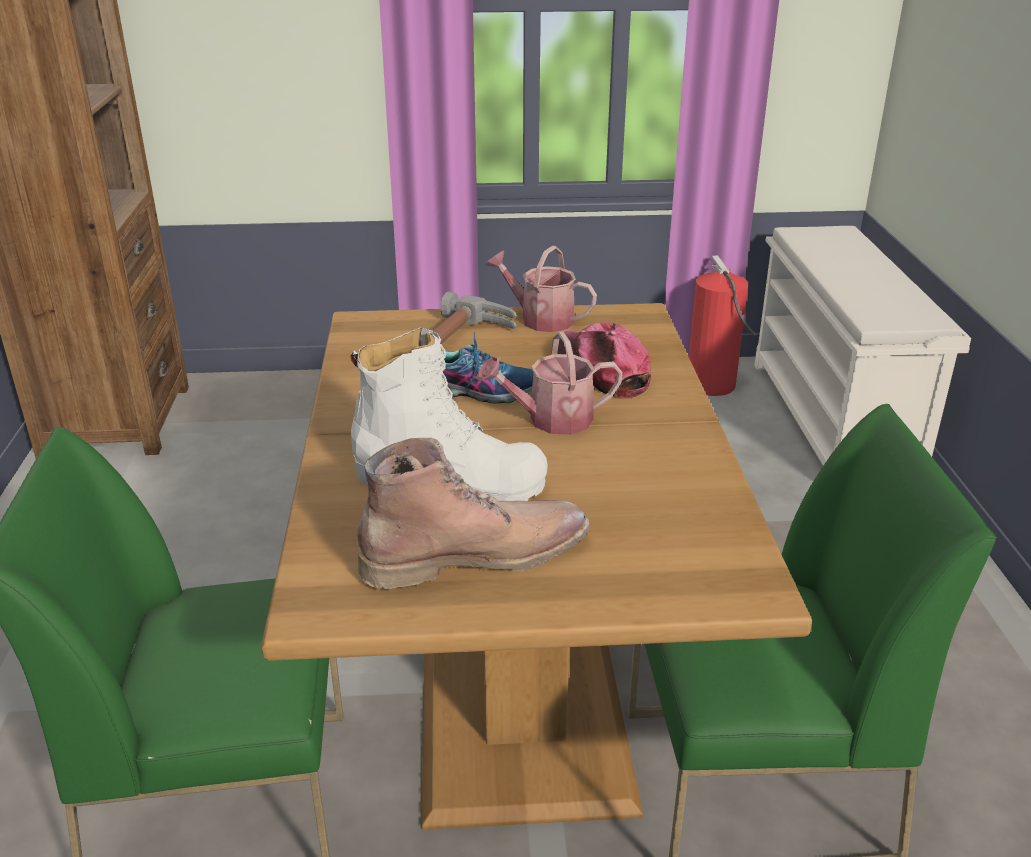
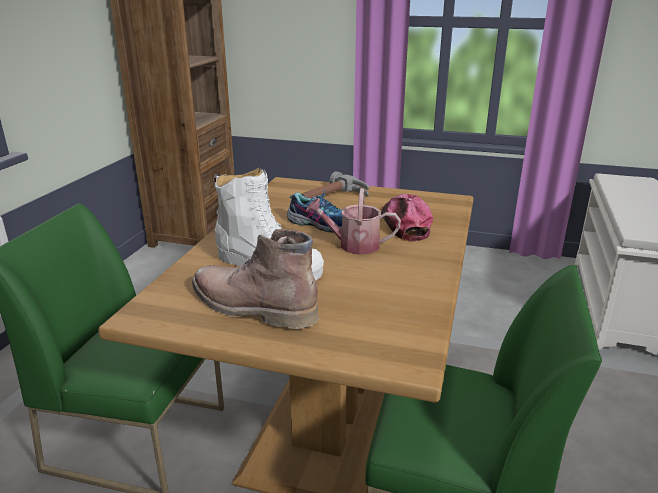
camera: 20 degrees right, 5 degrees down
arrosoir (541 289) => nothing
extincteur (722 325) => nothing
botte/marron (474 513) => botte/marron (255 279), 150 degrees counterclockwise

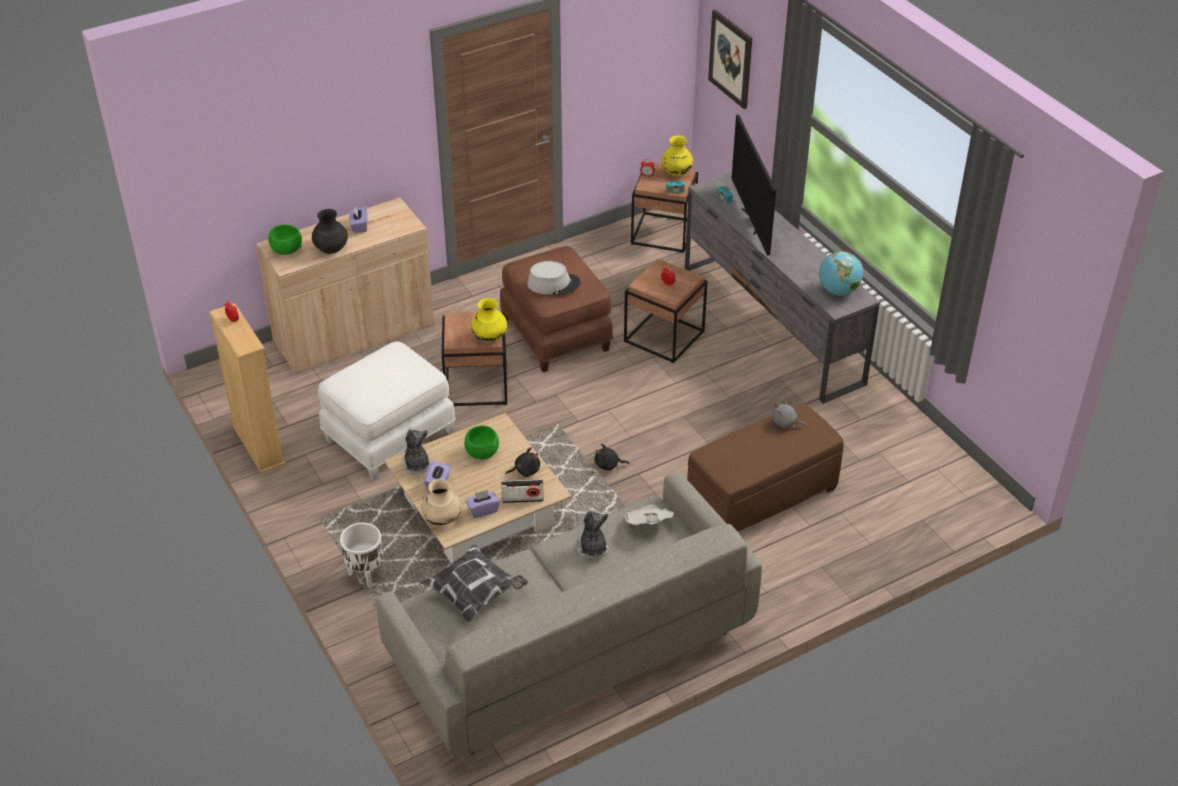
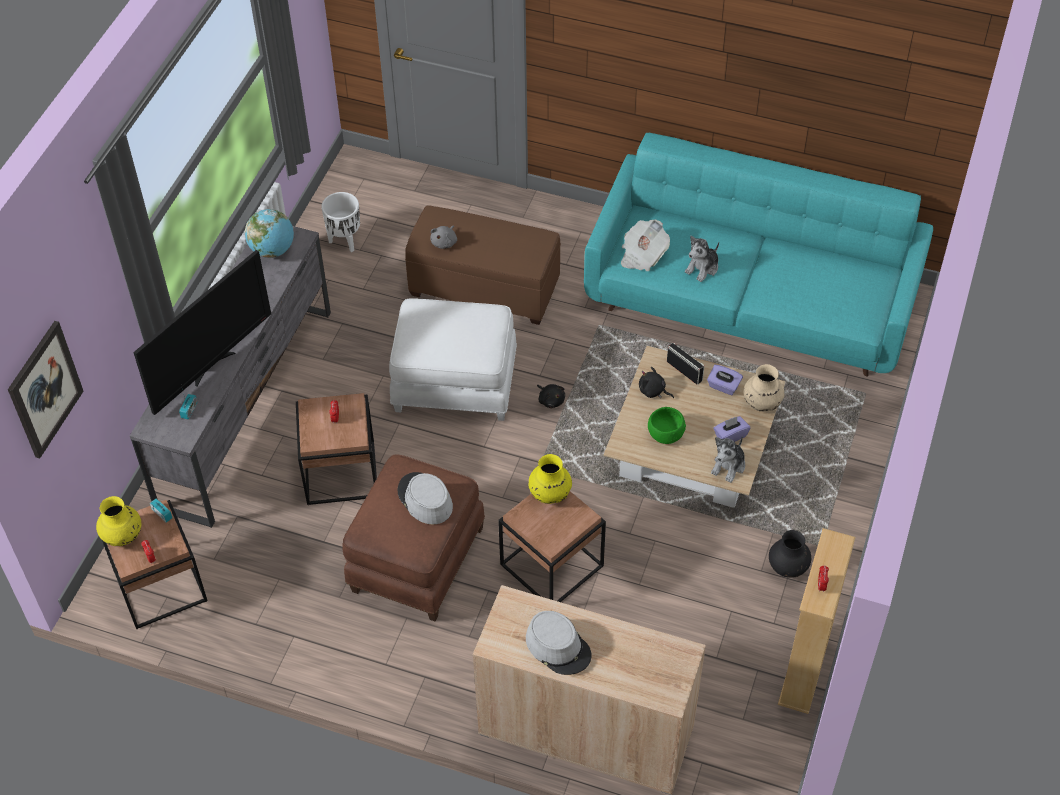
camera: 130 degrees left, 10 degrees up
bol/vert (285 239) => nothing
coussin (474 583) => nothing
vase/noir (330 231) => vase/noir (790 554), move
pouf/blanc (387 411) => pouf/blanc (453 359), move
cache-pot/blanc (361 555) => cache-pot/blanc (340 222), move
boîte à mouchoirs/violet (358 219) => chapeau/gris (559 643)
canapé/gris (569 614) => canapé/turquoise (758 255)
peluche/gris (789 413) => peluche/gris (443 237), 45 degrees clockwise

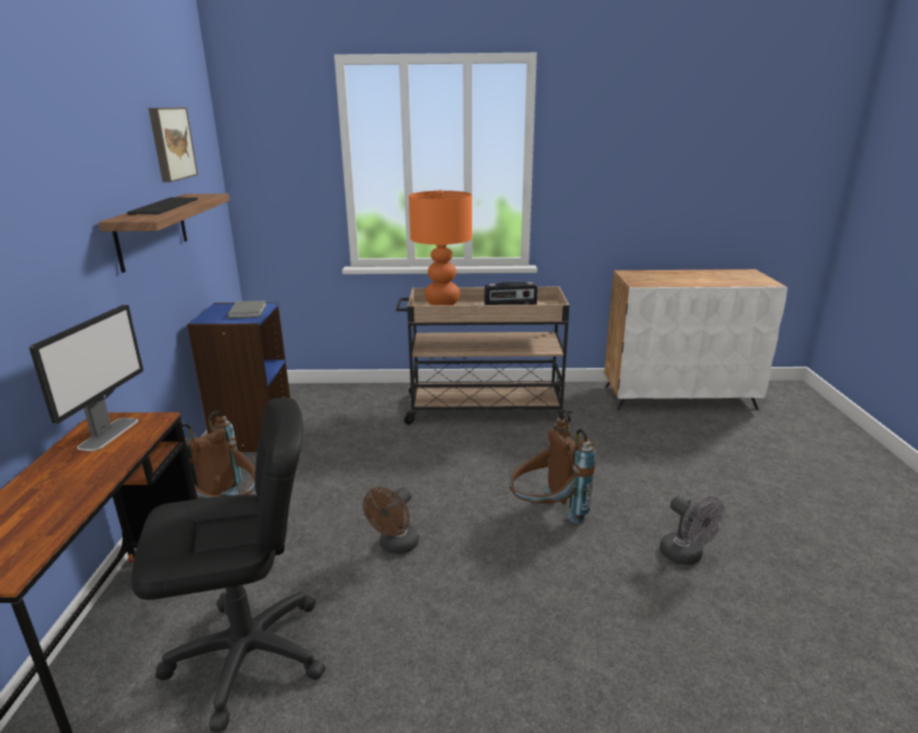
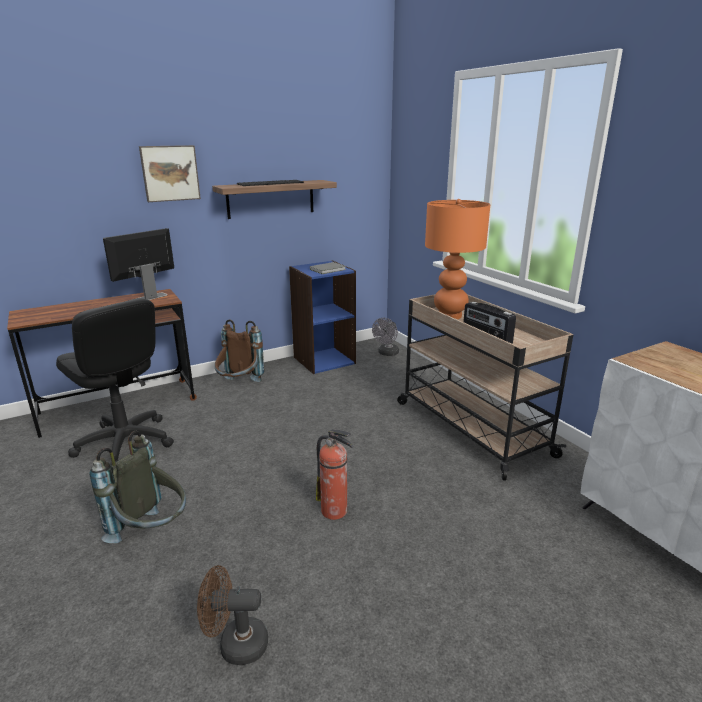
camera: 60 degrees right, 0 degrees up
nothing => sac à dos/gris (138 487)
tableau (173 144) => tableau (170 173), move
ventilateur/marron (391 520) => ventilateur/marron (232 615), move
ventilateur/gris (693 530) => ventilateur/gris (385 337), move
sac à dos/marron (552 469) => extincteur (335 474)
écran d'ordinateur (86 378) => écran d'ordinateur (138 264), 150 degrees clockwise

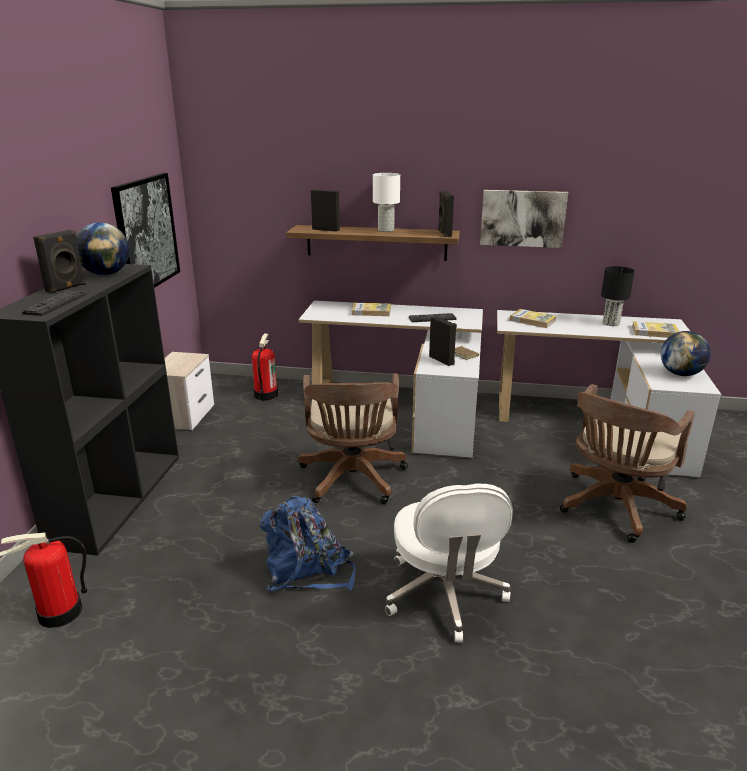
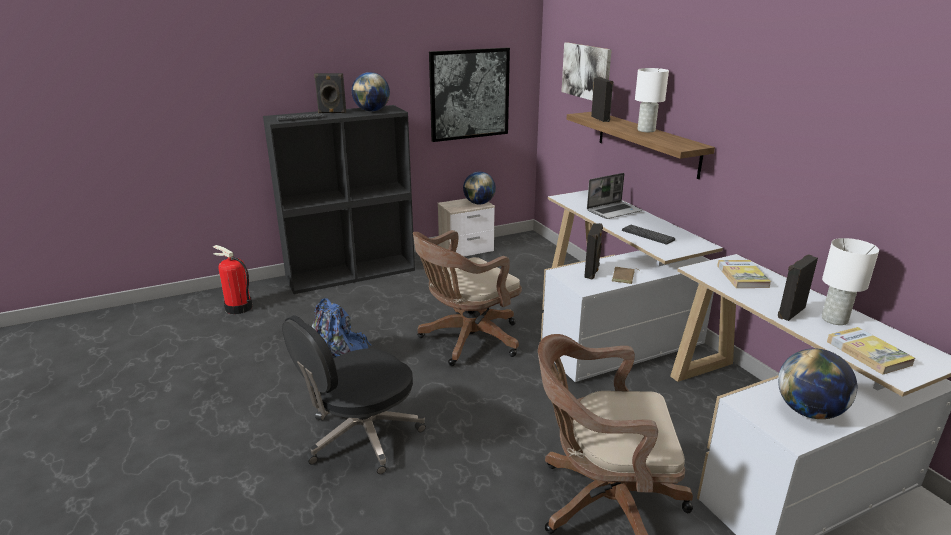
camera: 55 degrees right, 0 degrees up
extincteur (265 367) => nothing
nothing => globe (479 188)
enceinte/noir (446 214) => enceinte/noir (798 287), move
tableau (524 219) => tableau (586 71), move
livre (371 309) => ordinateur portable (615 196)
chaise de bureau/blanc (449 563) => chaise de bureau/noir (354 394)
lampe de table/noir (618 296) => lampe de table/blanc (850 281)

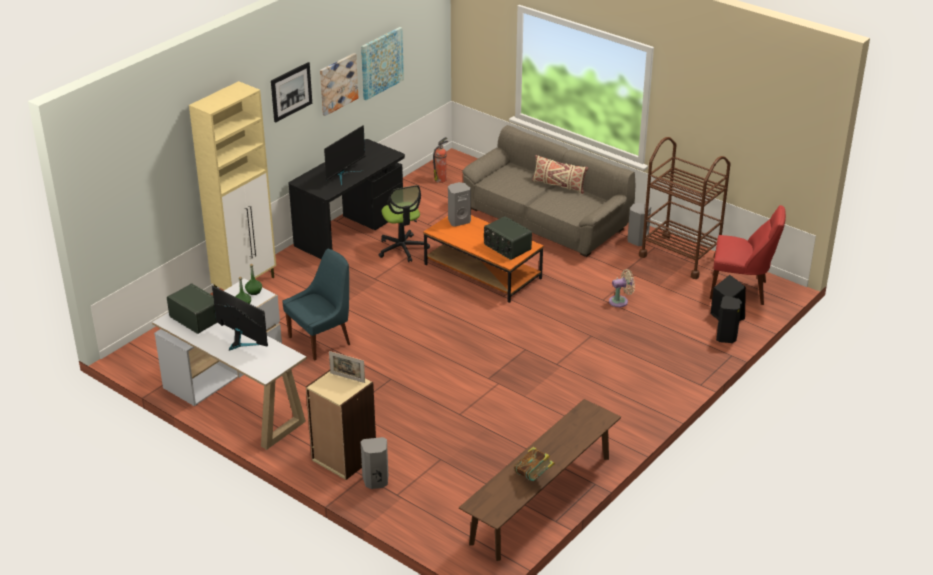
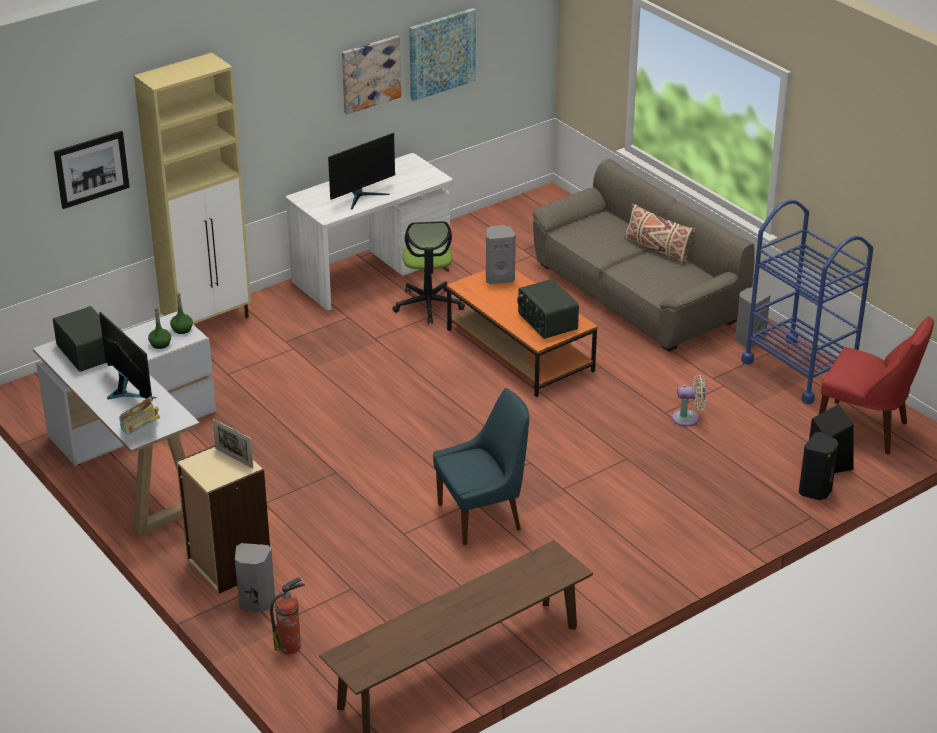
camera: 15 degrees right, 0 degrees up
tableau (291 92) => tableau (92 170), move
chaise/bleu (316 305) => chaise/bleu (481 466), move
extincteur (441 160) => extincteur (287 615), move
livre (534 464) => livre (140 415), move
bureau/noir (347 199) => bureau/blanc (369 231)
chariot/marron (685 208) => chariot/bleu (807 302)

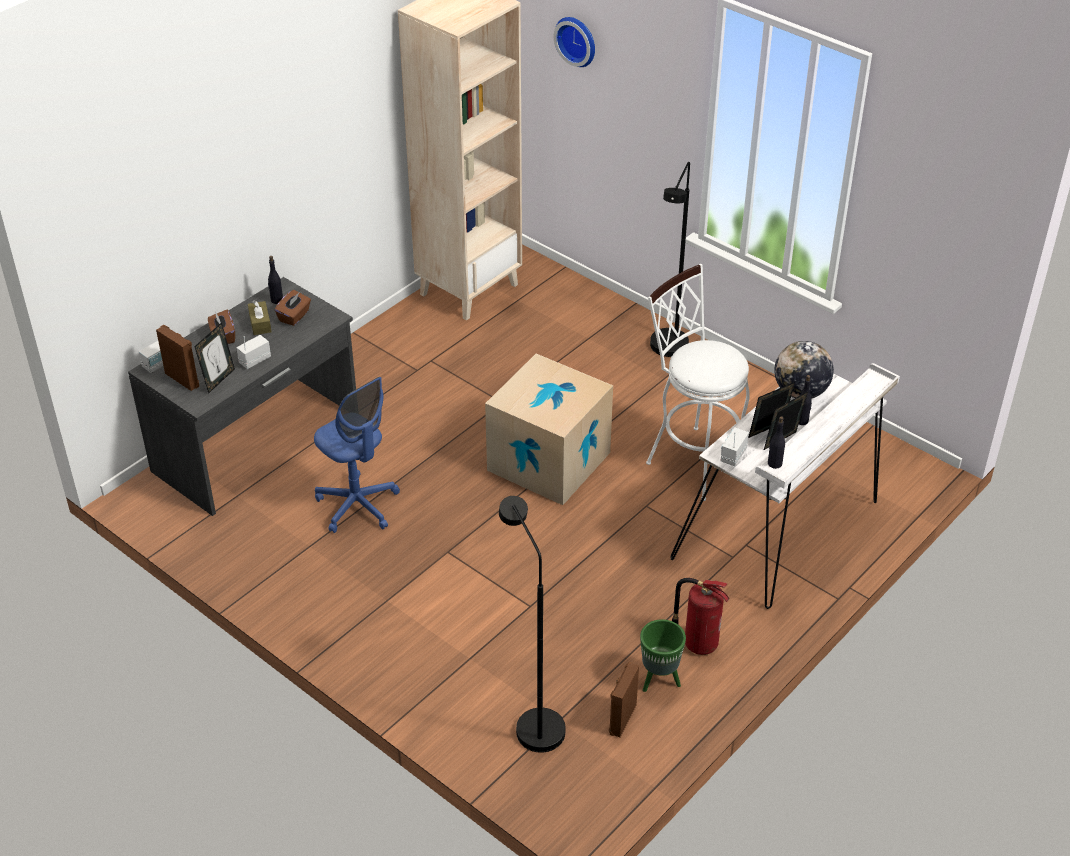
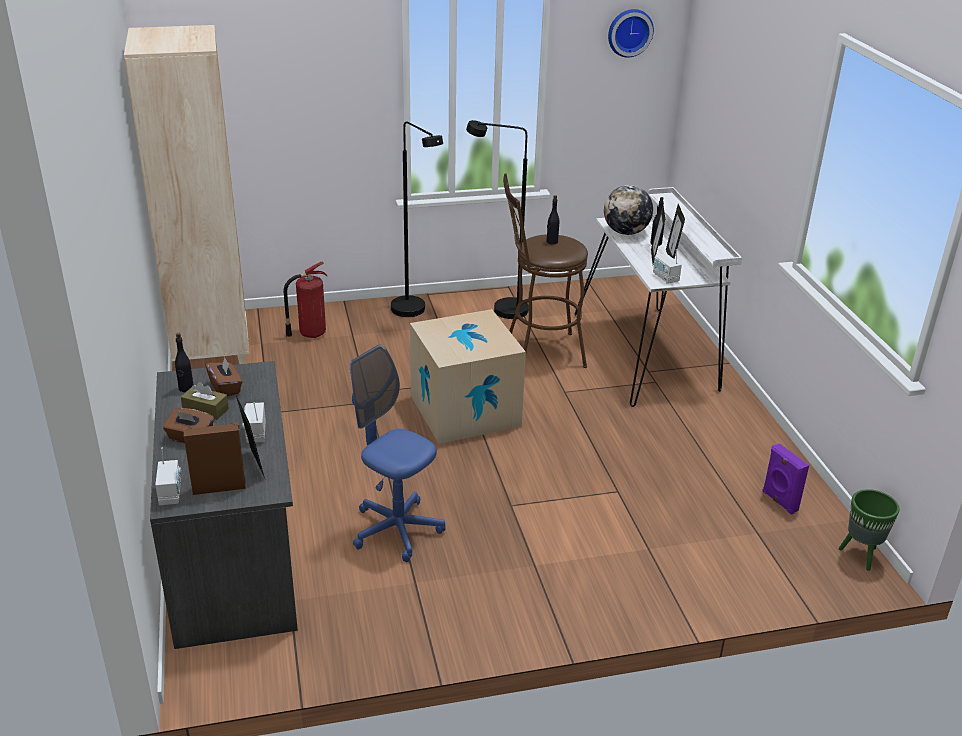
camera: 55 degrees left, 10 degrees down
lampadaire/noir (532 624) => lampadaire/noir (497 219), move
horloge murale (574 42) => horloge murale (631 33), move
cache-pot/vert (663 655) => cache-pot/vert (869 530), move
extincteur (700 616) => extincteur (305 299), move
bouteille/noir (776 442) => bouteille/noir (553 219), move
enceinte/marron (624 699) => enceinte/violet (785 479)
tabouret/blanc (698 382) => tabouret/marron (545 270)
chaise de bureau/bleu (357 455) => chaise de bureau/bleu (397 453), 135 degrees counterclockwise

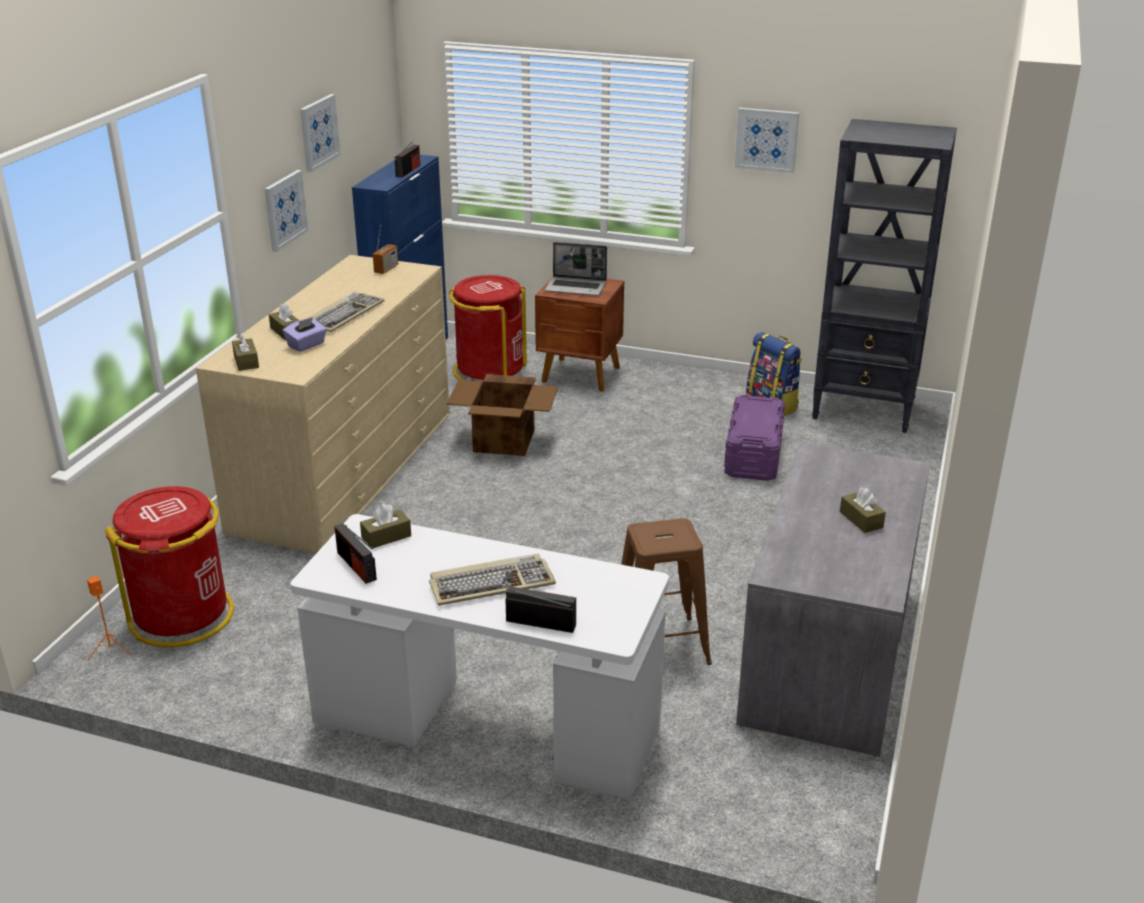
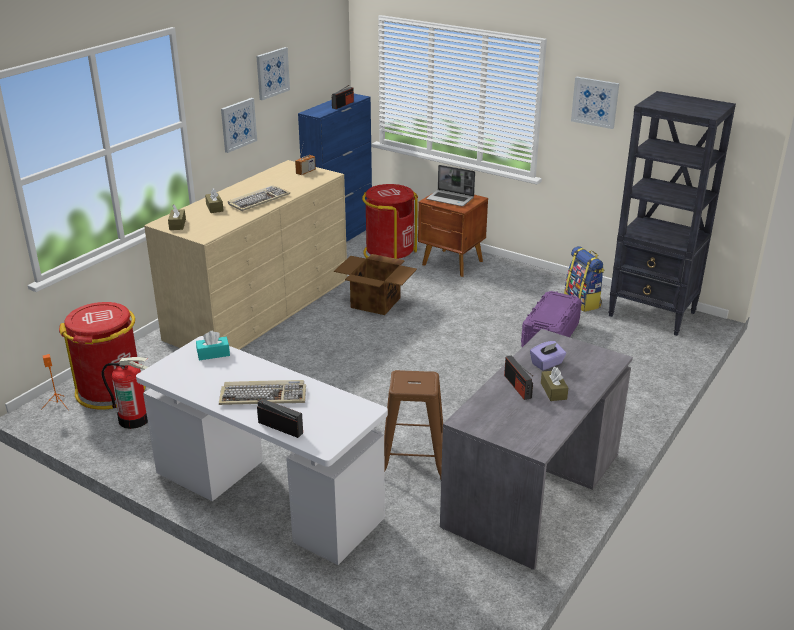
camera: 15 degrees right, 0 degrees up
nothing => extincteur (124 393)
boîte à mouchoirs/violet (305 334) => boîte à mouchoirs/violet (548 356), move
radio (355 553) => radio (518 377), move
boîte à mouchoirs/marron (385 526) => boîte à mouchoirs/turquoise (213 345)

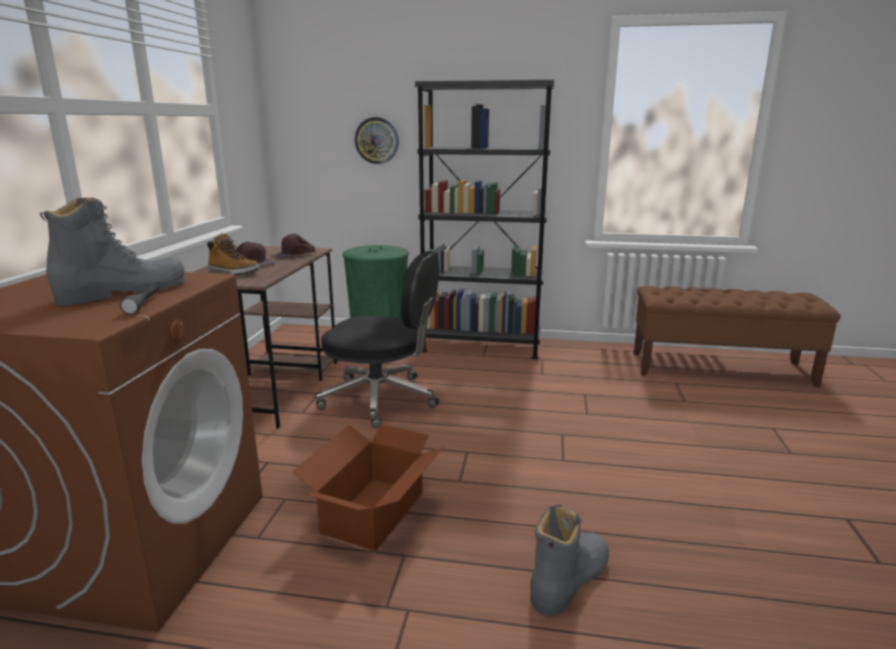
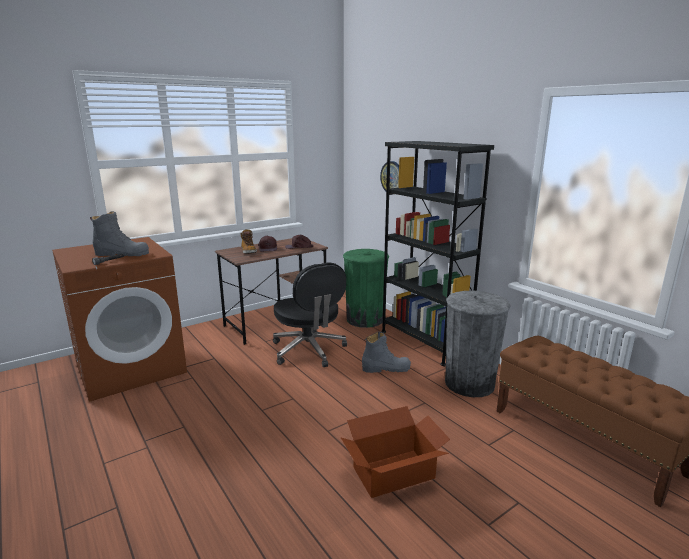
camera: 45 degrees right, 0 degrees up
nothing => poubelle/gris (477 344)
carton (368 487) => carton (395 452), move
botte/gris (569 560) => botte/gris (386 352), move

